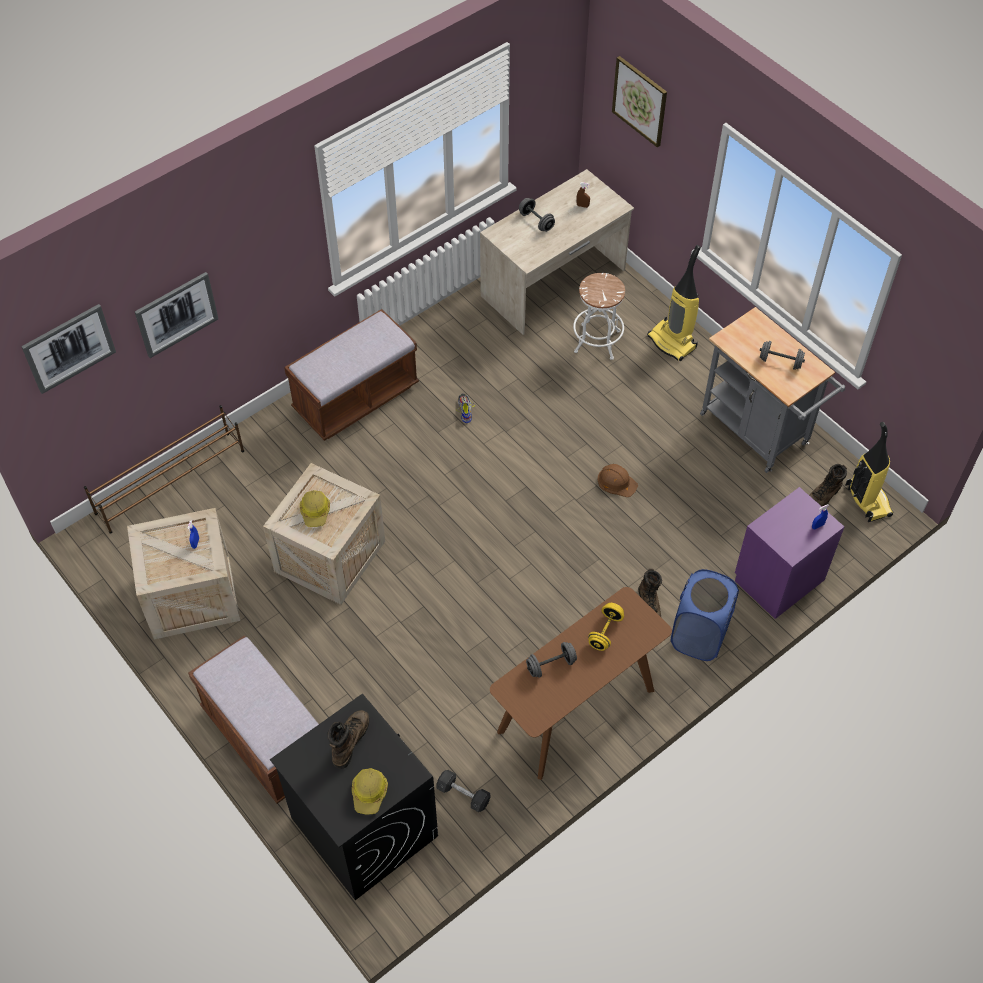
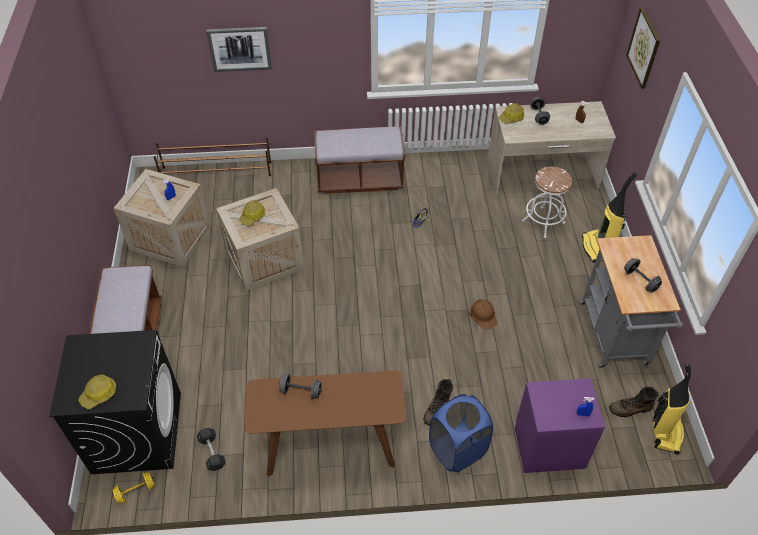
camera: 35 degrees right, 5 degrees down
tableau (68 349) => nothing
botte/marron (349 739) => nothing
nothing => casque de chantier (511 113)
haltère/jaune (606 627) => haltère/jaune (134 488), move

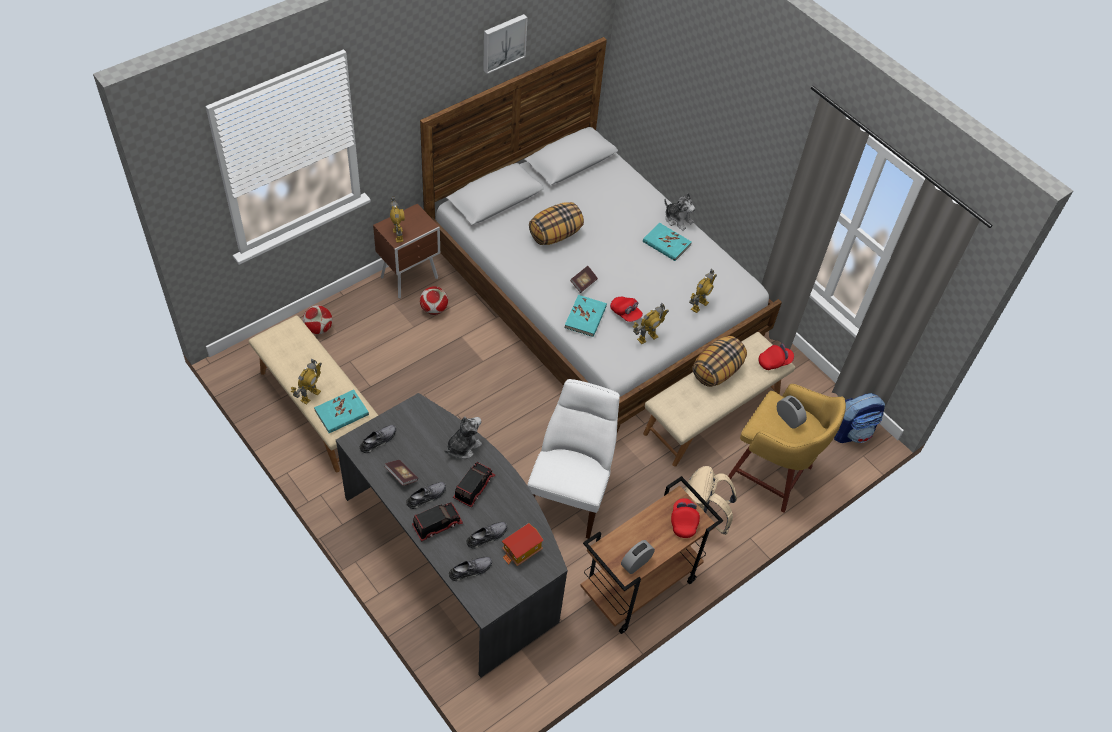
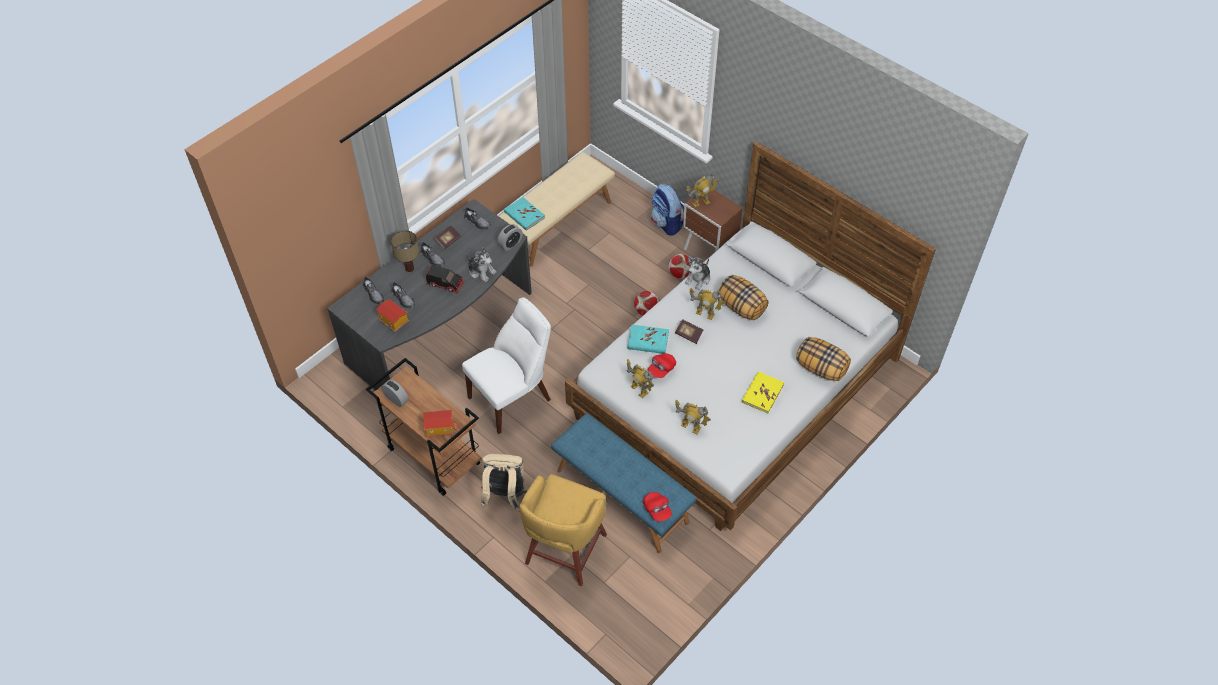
camera: 85 degrees right, 0 degrees up
tableau (505 44) => nothing
robot jouet (306 381) => robot jouet (707 304), move
ballon de foot (317 319) => ballon de foot (646 303), move
peluche (679 212) => peluche (697 273), move
coussin (719 361) => coussin (823 359), move
réveil (792 412) => réveil (510 237), move
sac à dos (859 418) => sac à dos (667 210), move
camion jouet (437 522) => lampe de table (405 251)
casquette/rouge (685 518) => maison miniature (440 423)
livre/turquoise (667 242) => livre/jaune (763 392)
banc/beige (719 399) => banc/bleu (624 483)
chaise/blanc (573 459) => chaise/blanc (506 365), 45 degrees counterclockwise

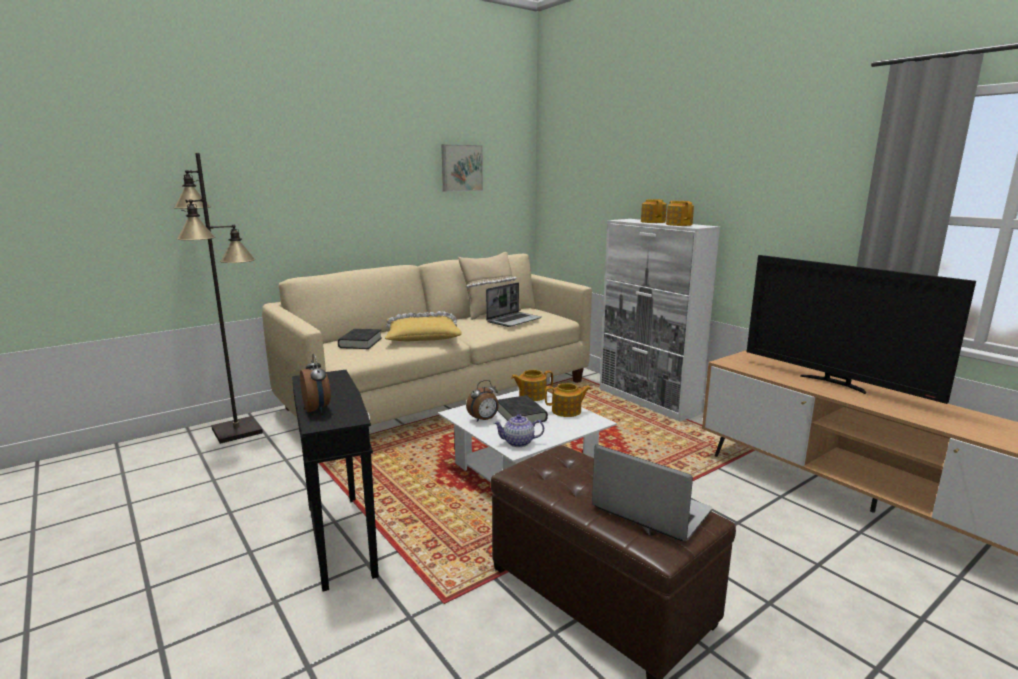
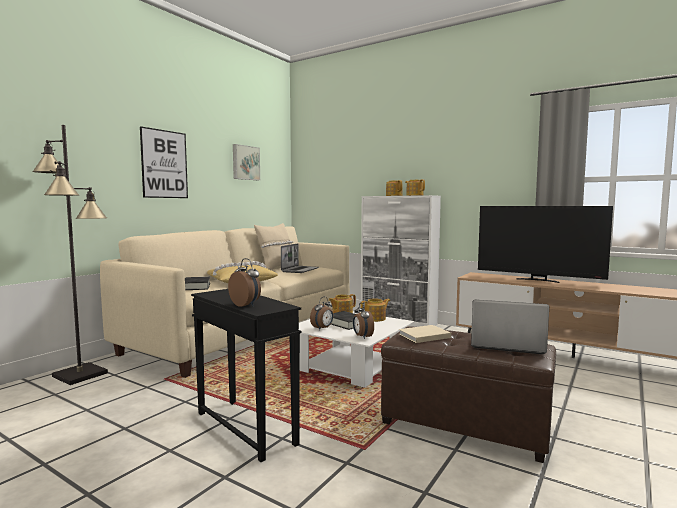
camera: 20 degrees left, 10 degrees down
nothing => tableau (164 162)
nothing => livre/beige (425 334)
théière (518 430) => réveil (363 321)

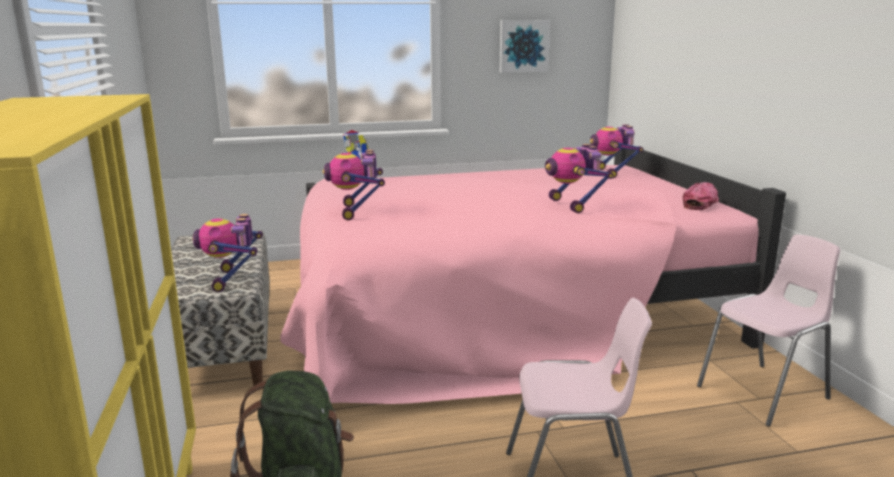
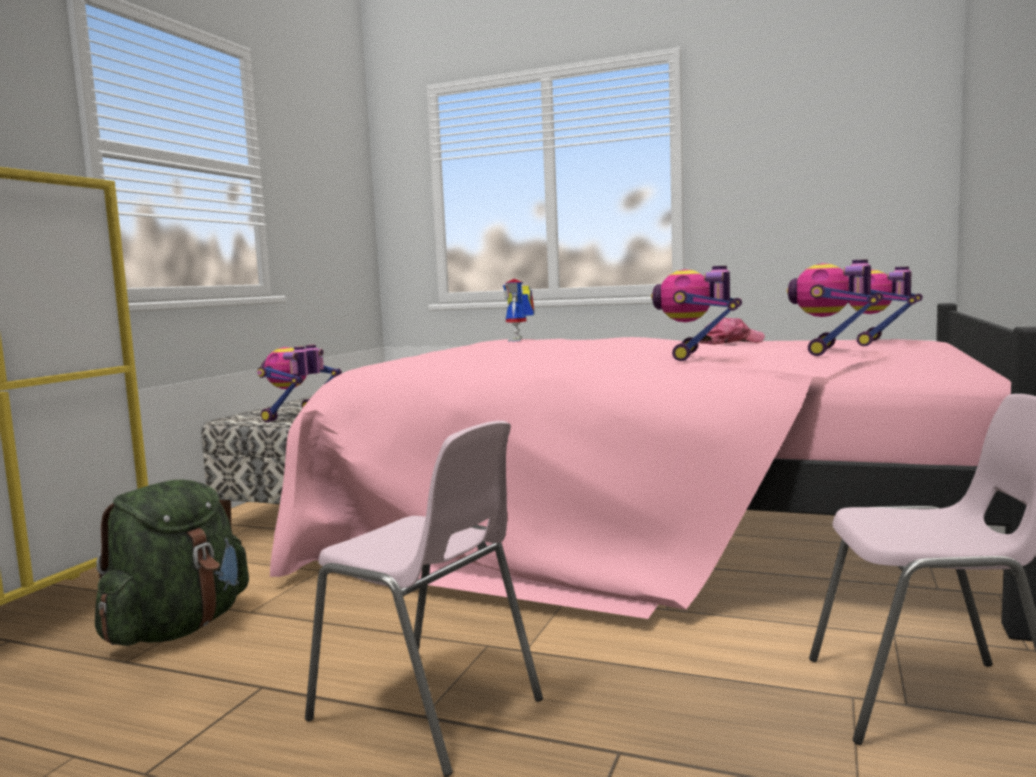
camera: 35 degrees right, 10 degrees down
tableau (525 46) => nothing
robot jouet (354 185) => robot jouet (835 307), move
casquette (701 196) => casquette (732 331), move

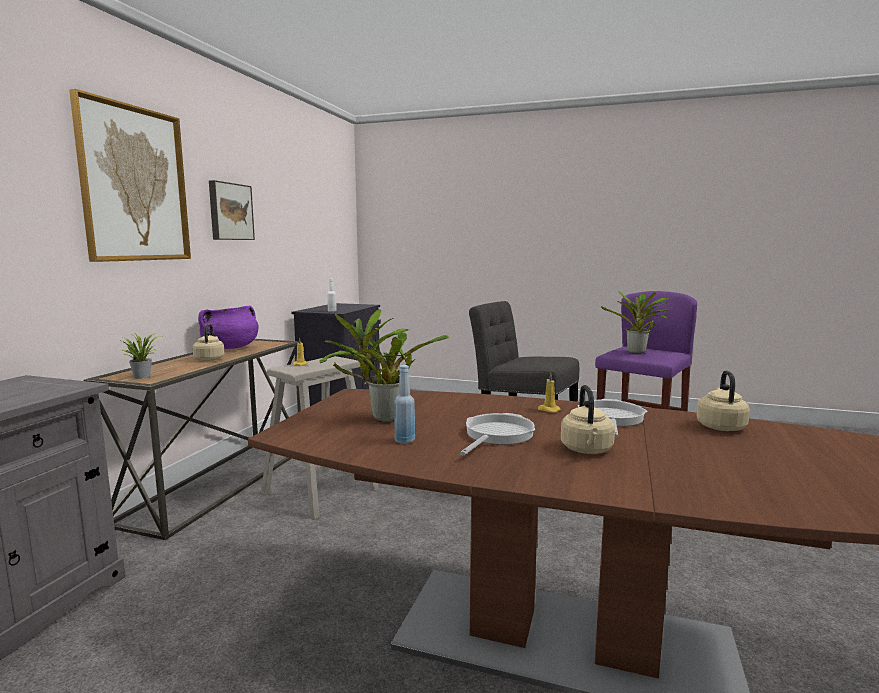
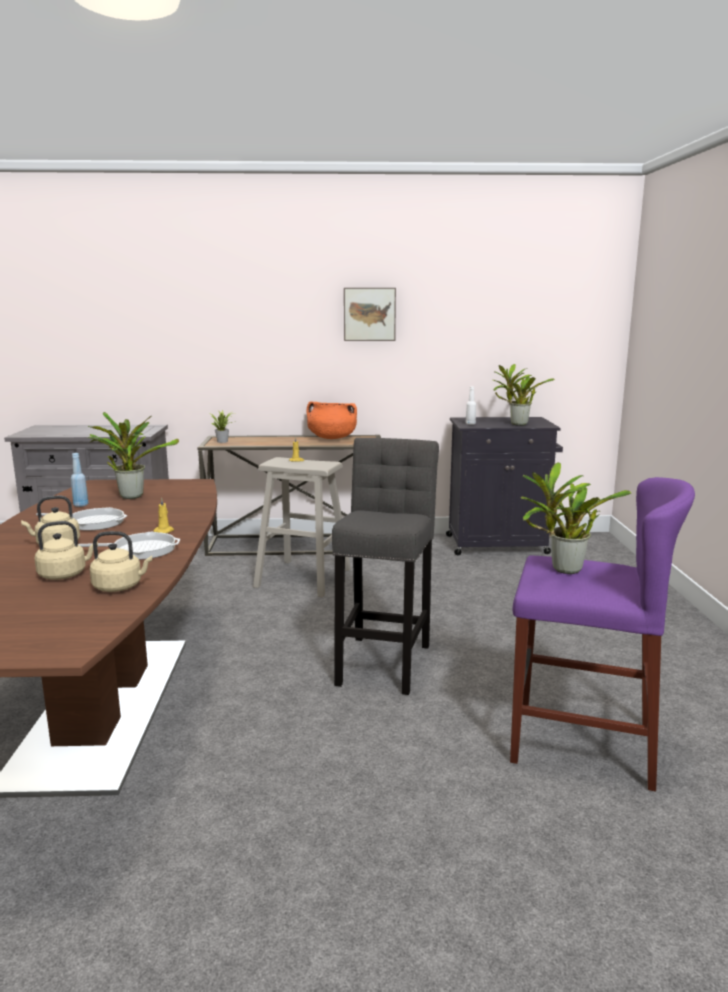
camera: 70 degrees right, 5 degrees up
tableau (130 175) => nothing
nothing => plante en pot (524 395)
bouilloire/beige (208 342) => bouilloire/beige (66 550), move
marmite/violet (228 327) => marmite/orange (332 420)

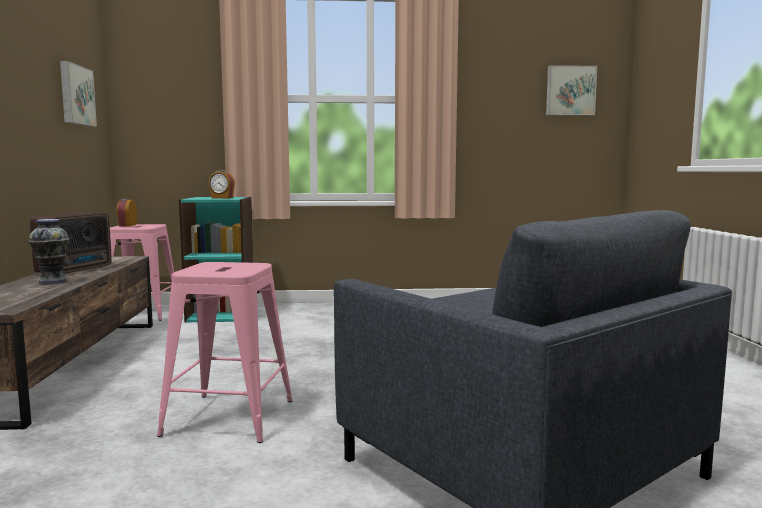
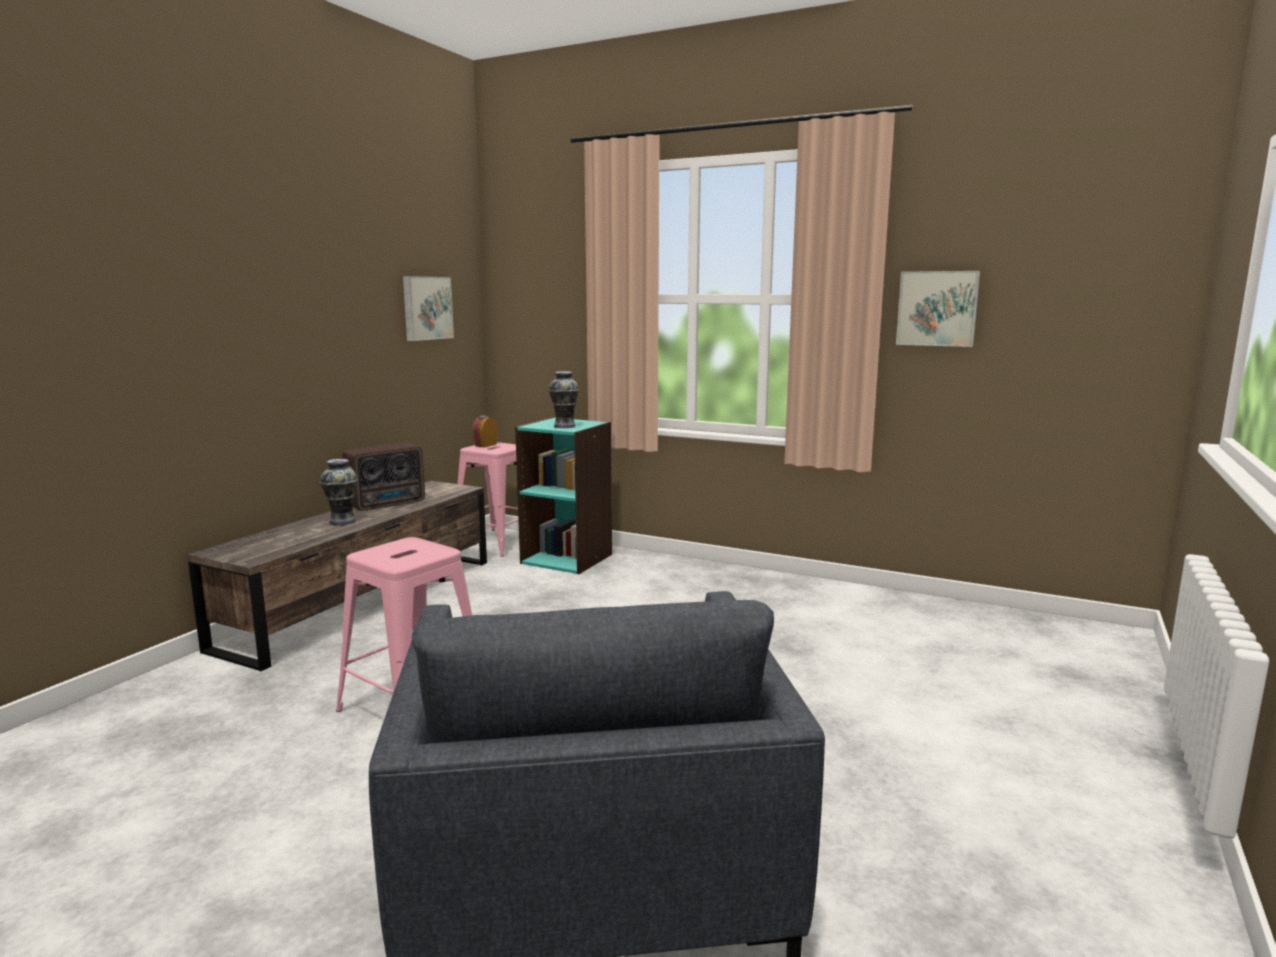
camera: 30 degrees right, 5 degrees up
tableau (571 90) => tableau (938 309), move
réveil (221 184) => vase (563 399)

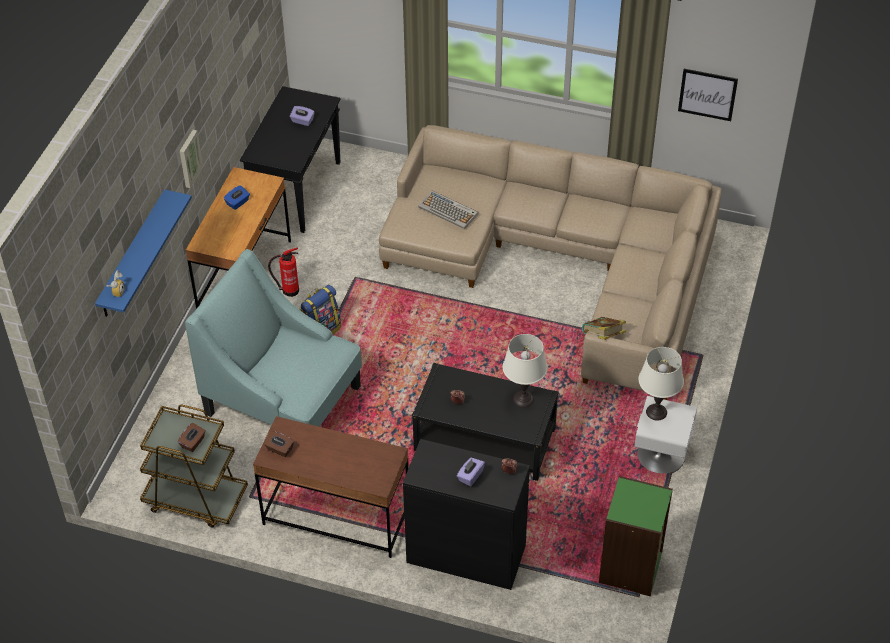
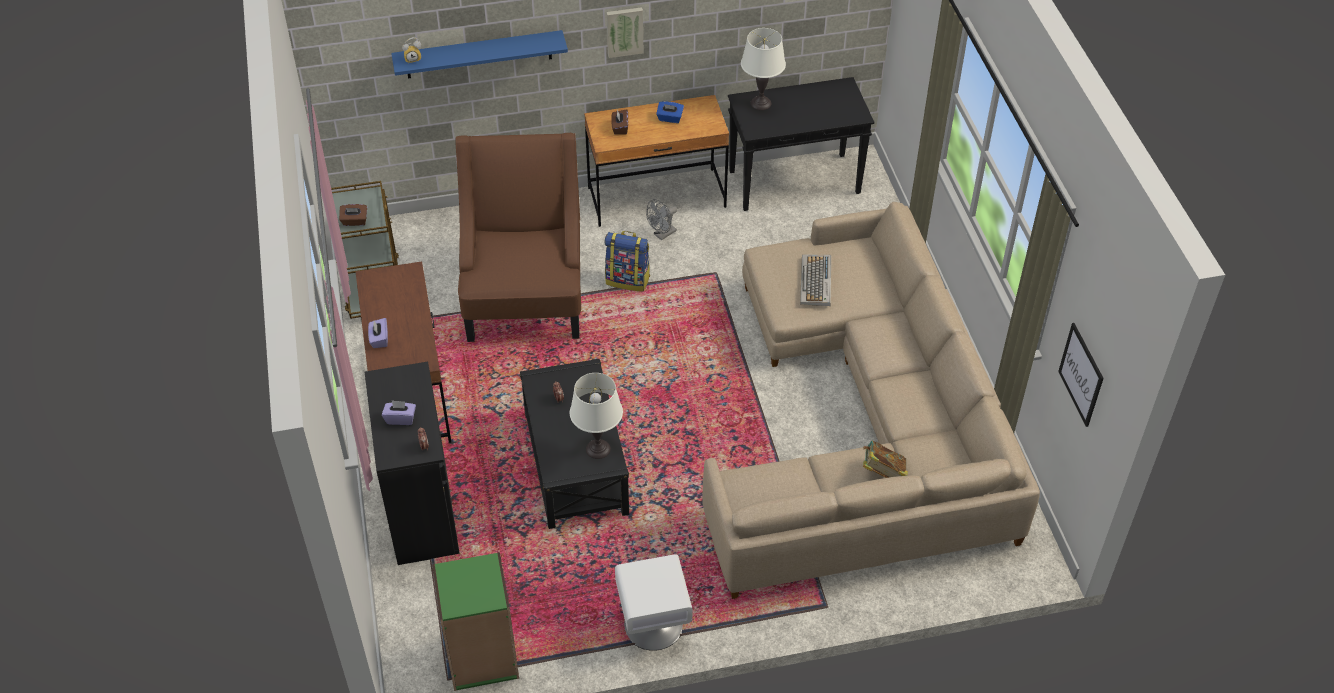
camera: 60 degrees right, 0 degrees up
boîte à mouchoirs/marron (279 444) => boîte à mouchoirs/marron (619 122), move
boîte à mouchoirs/violet (302 116) => boîte à mouchoirs/violet (378 333), move
livre (604 328) => livre (885 459), move
lampe de table/blanc (661 384) => lampe de table/blanc (763 69), move
extincteur (283 272) => ventilateur/gris (662 219)
fauteuil/turquoise (273 338) => fauteuil/marron (518 237)

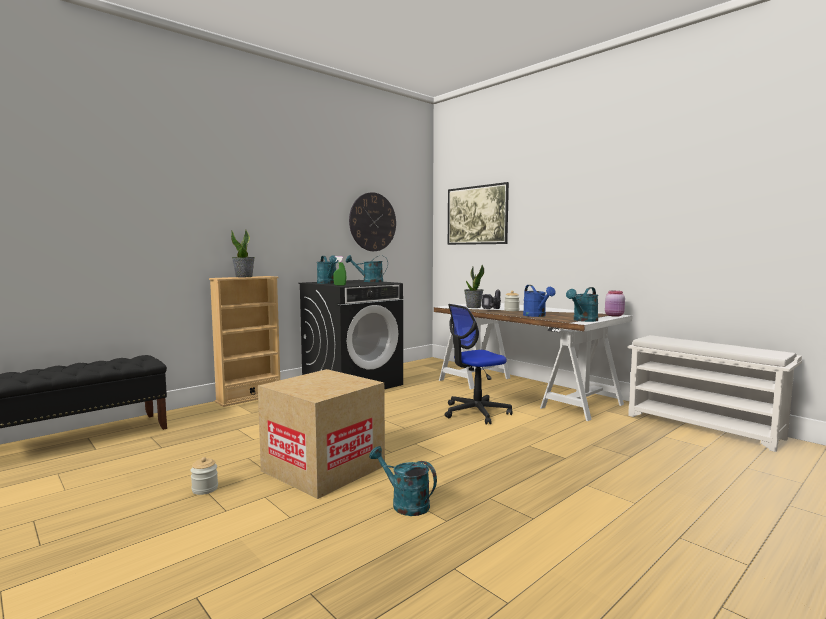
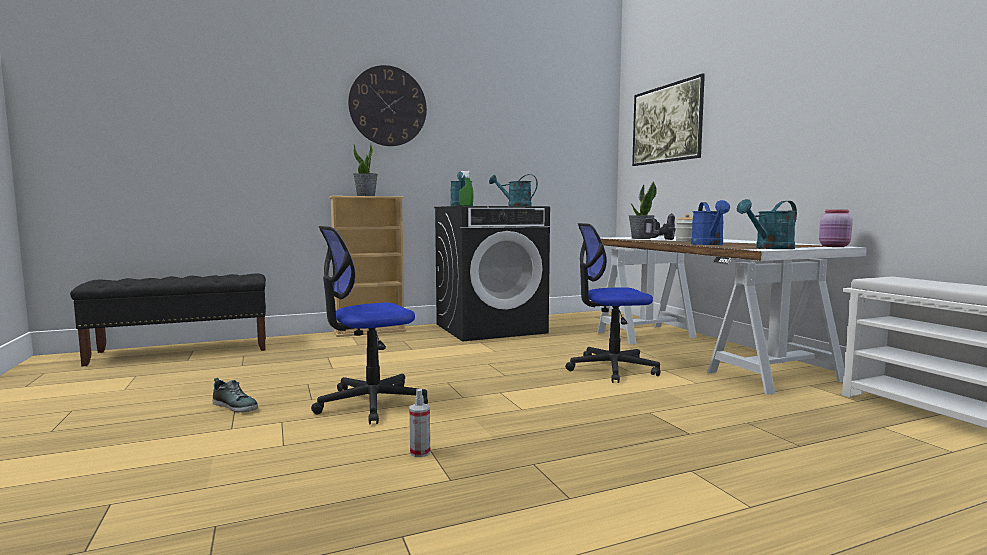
camera: 20 degrees right, 0 degrees up
horloge murale (372 221) => horloge murale (387 105), move
bocal (204 476) => chaussure (235 395)
carton (321 434) => chaise de bureau (369 325)
arrosoir/turquoise (403 481) => vaporisateur (419 423)

